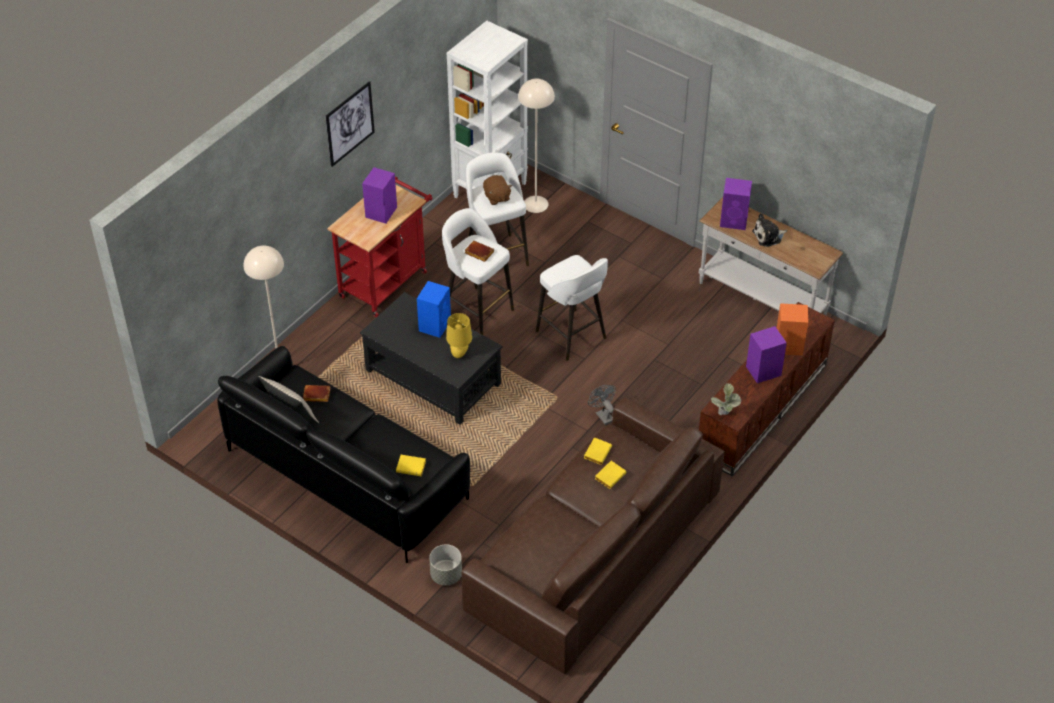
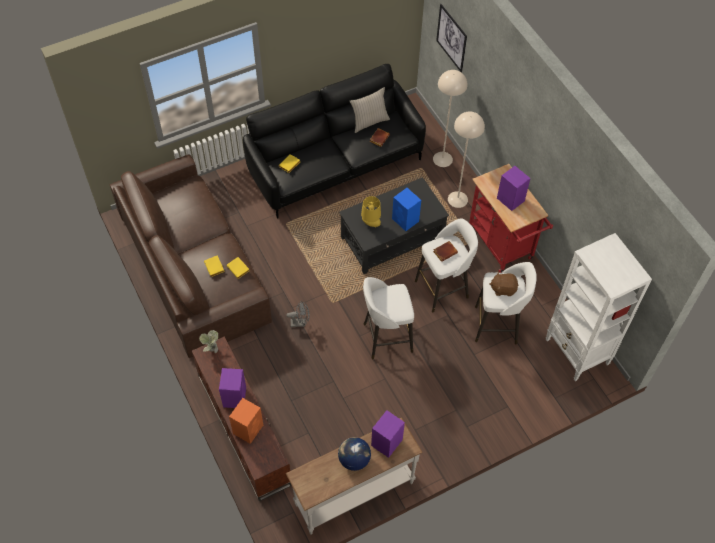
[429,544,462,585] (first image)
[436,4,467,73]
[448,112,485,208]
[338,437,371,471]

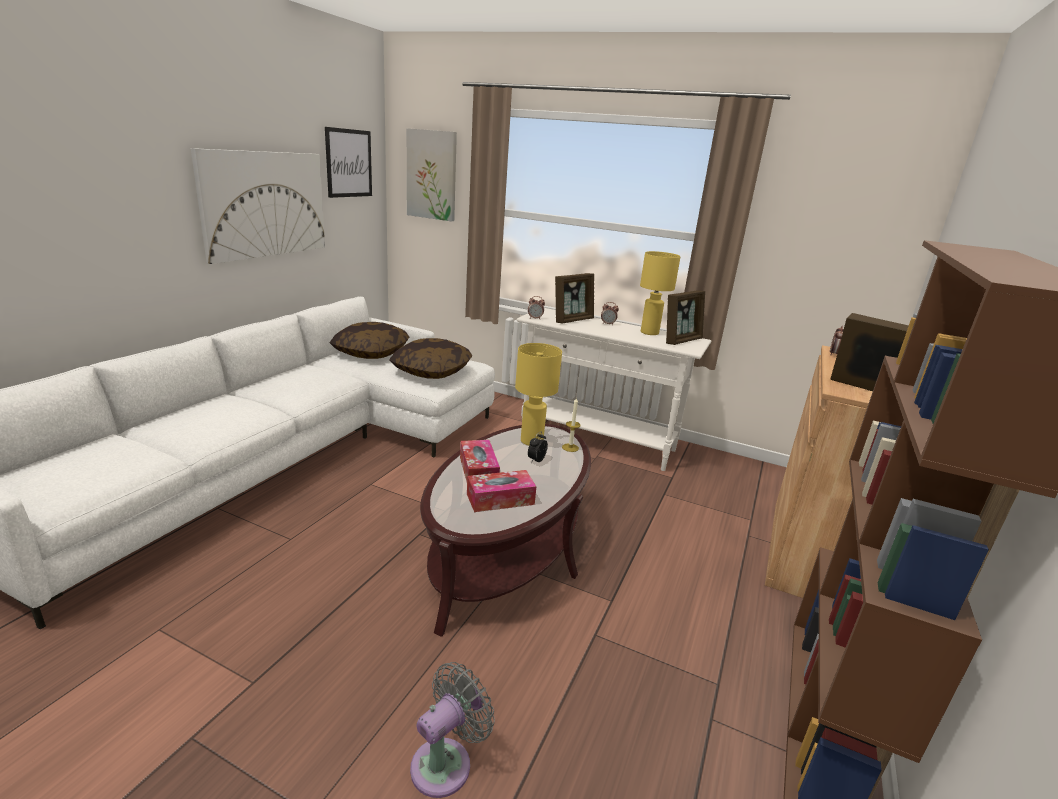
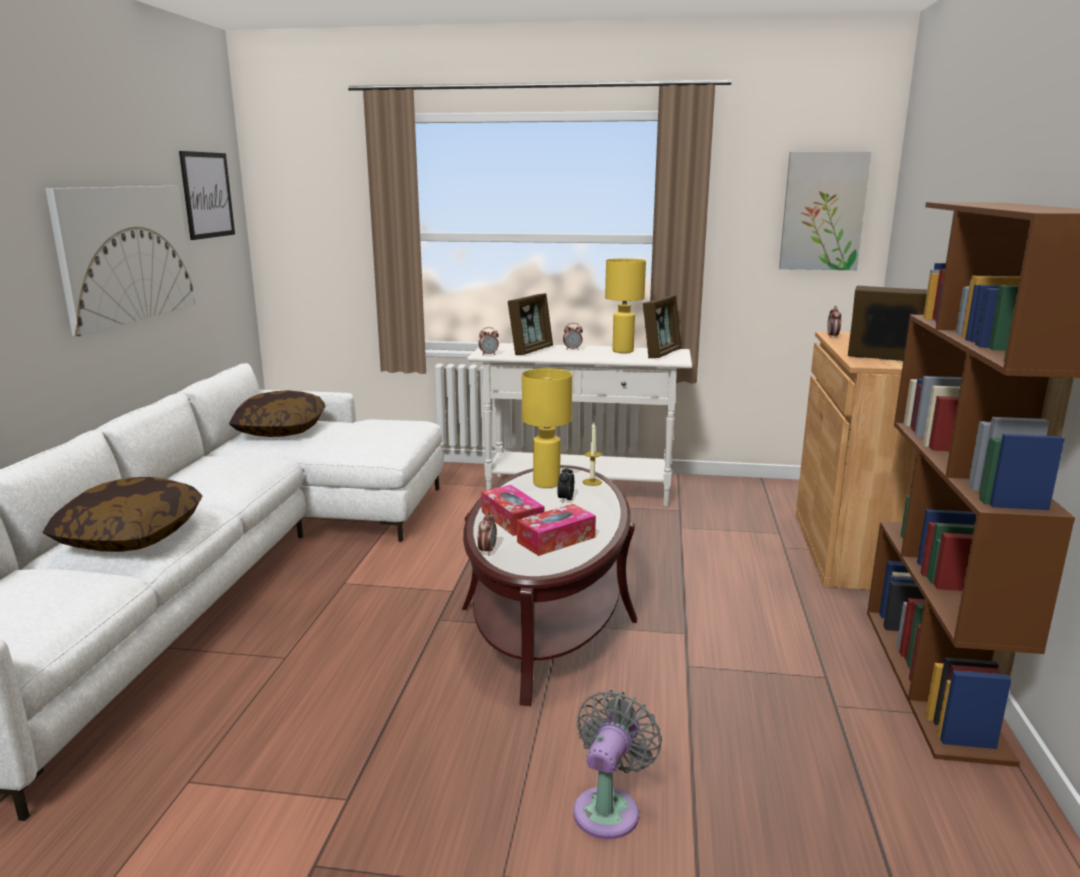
[478,511,497,556]
[43,477,202,552]
[779,152,871,270]

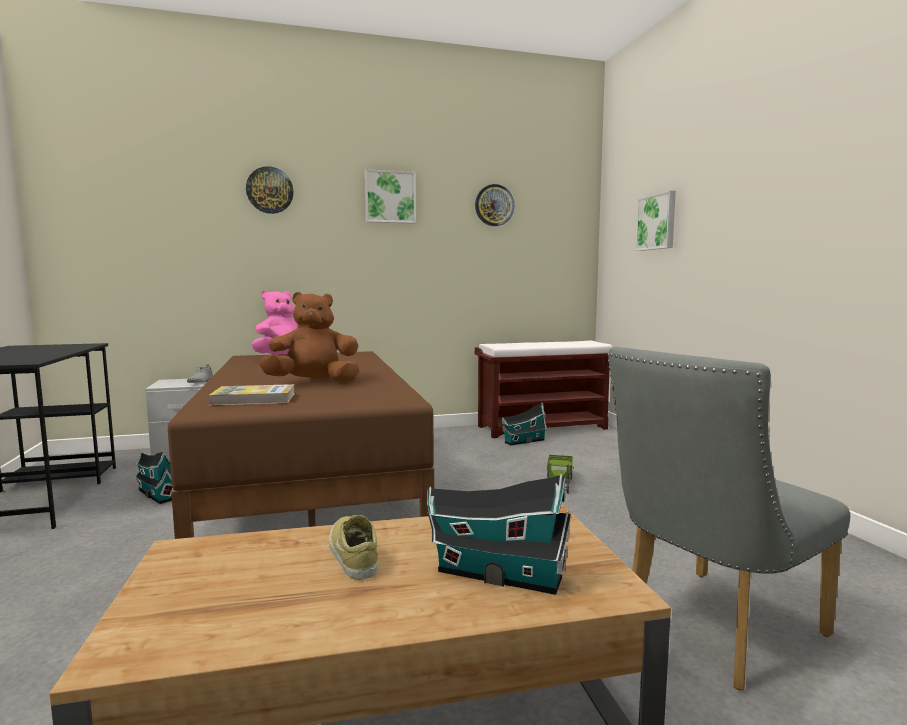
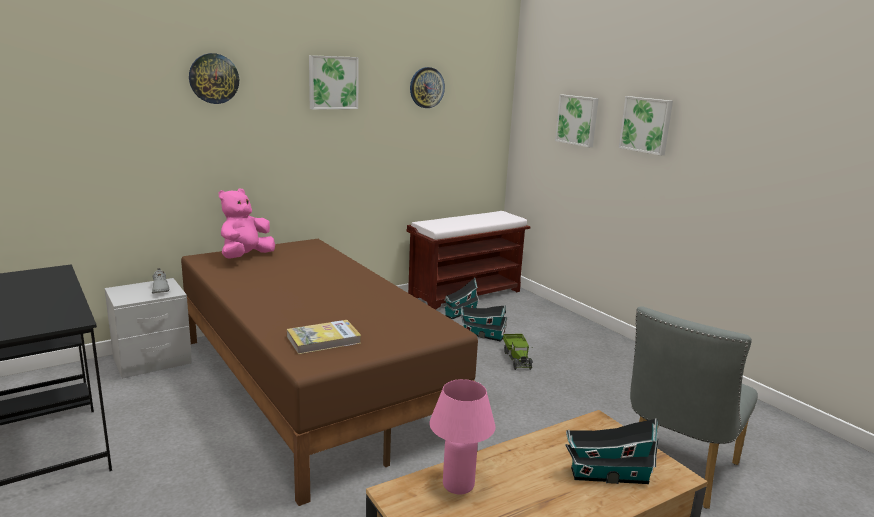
[259,292,360,382] (first image)
[329,515,378,580] (first image)
[429,379,495,494]
[619,96,673,156]
[461,306,507,342]

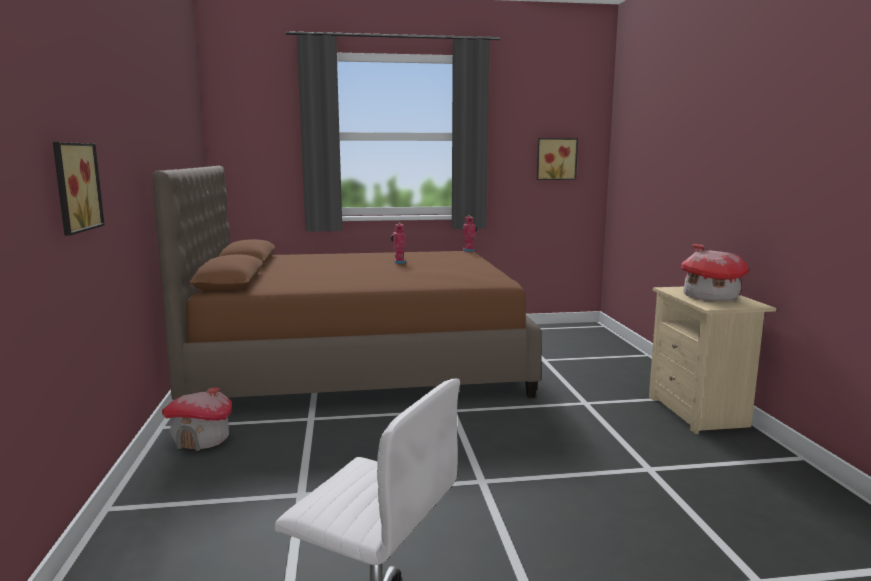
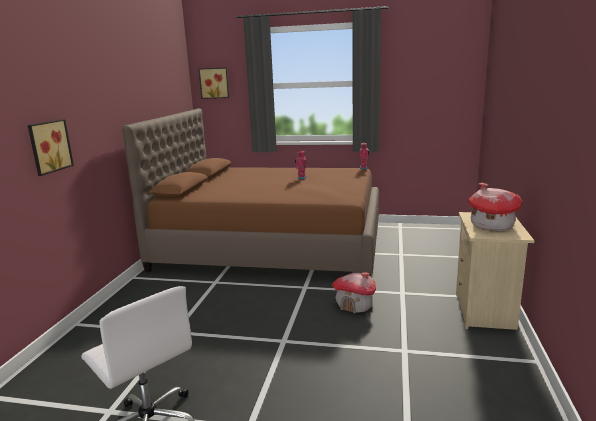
[332,272,376,314]
[199,68,229,99]

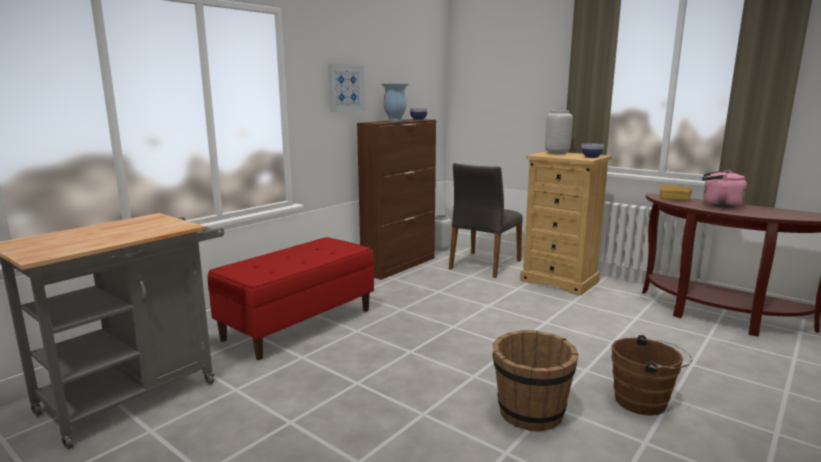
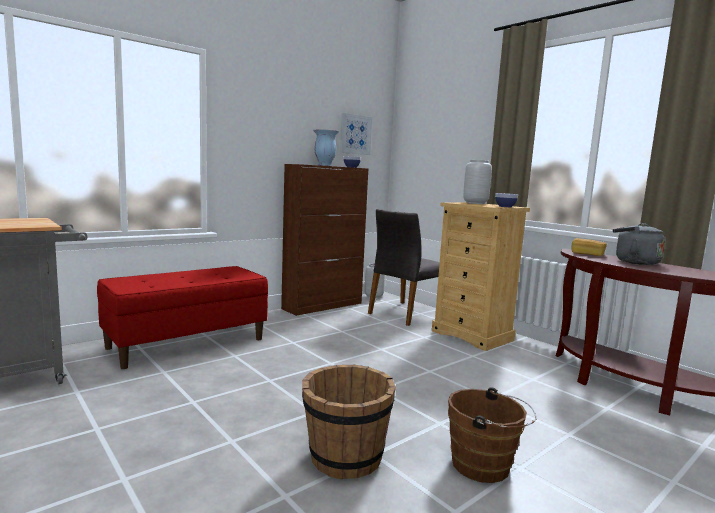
[340,113,372,155]
[613,223,665,265]

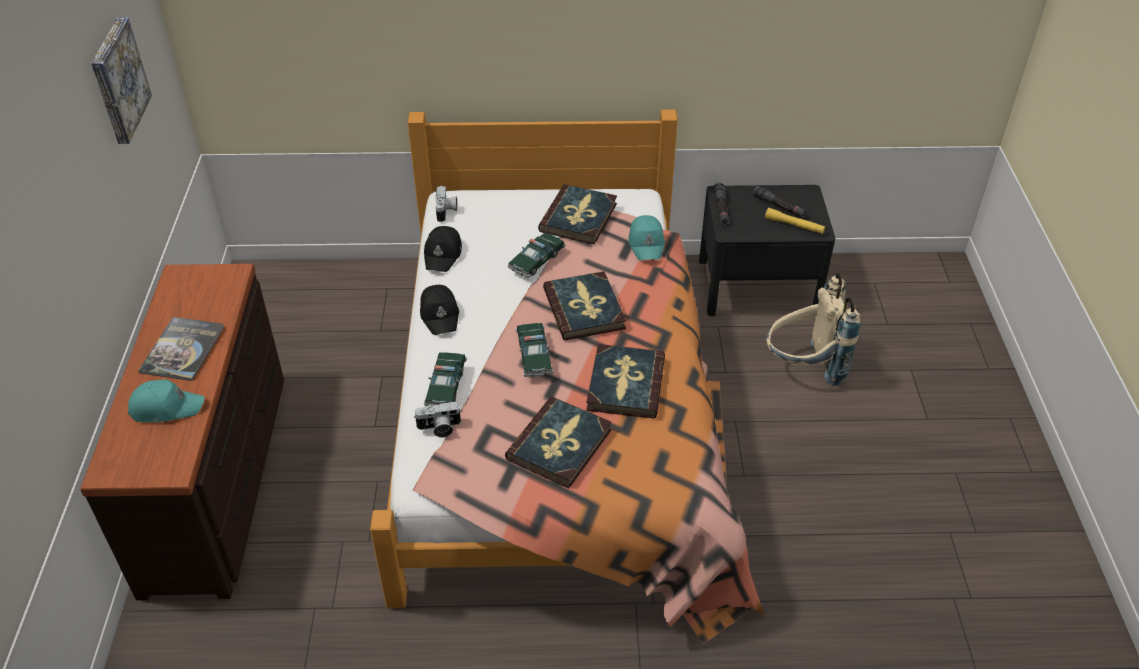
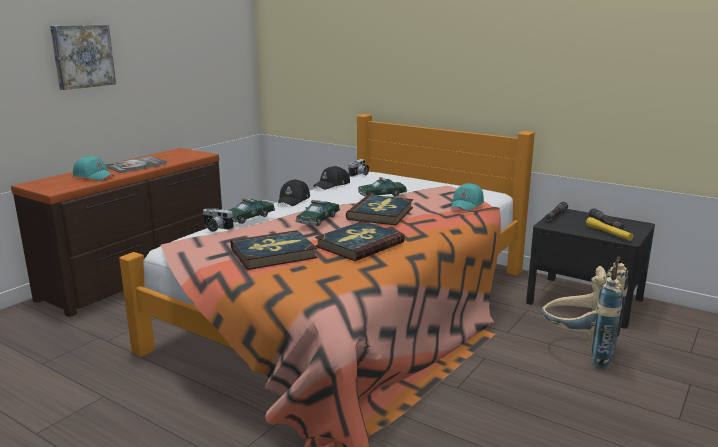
[538,184,617,245] (first image)
[50,25,116,90]

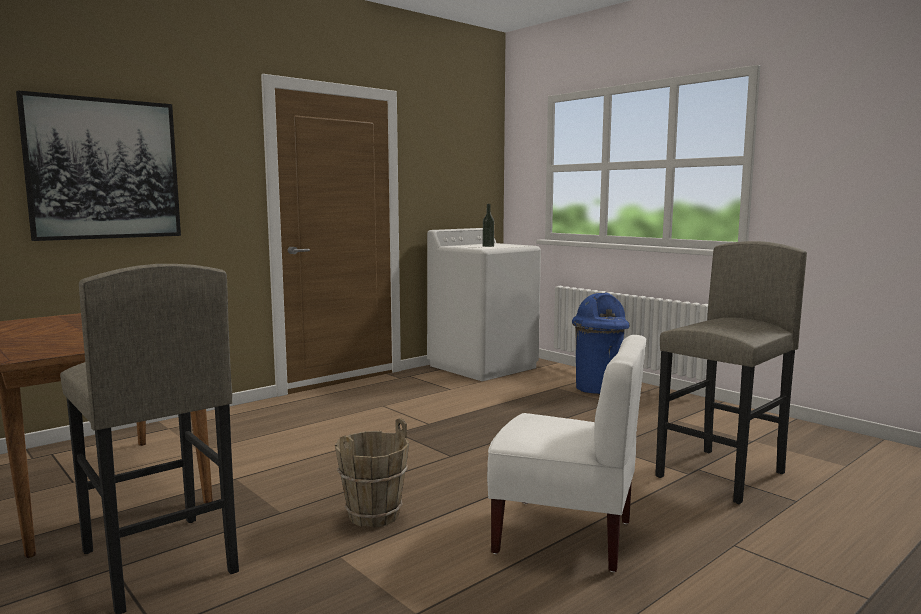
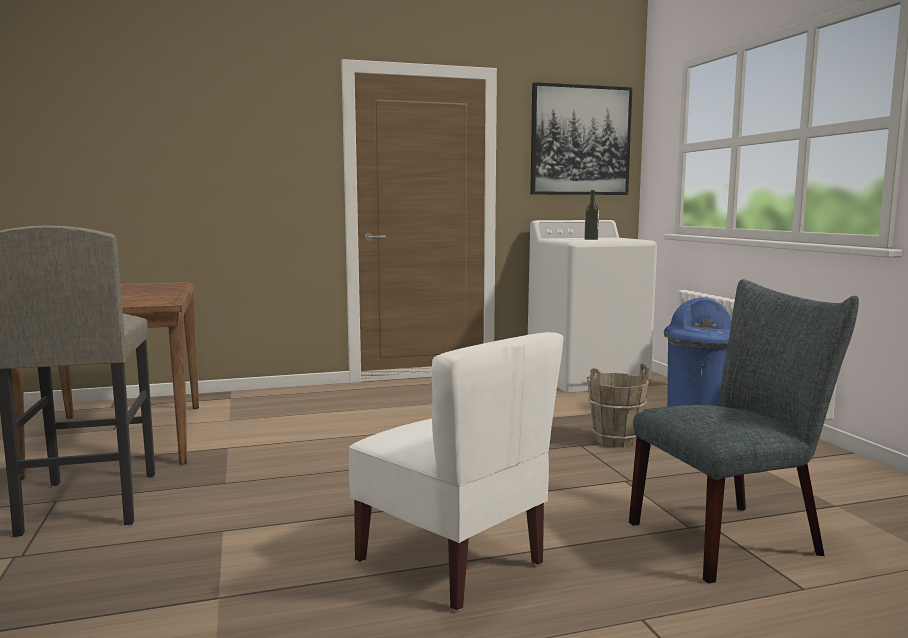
[530,82,632,195]
[587,363,649,448]
[629,279,859,584]

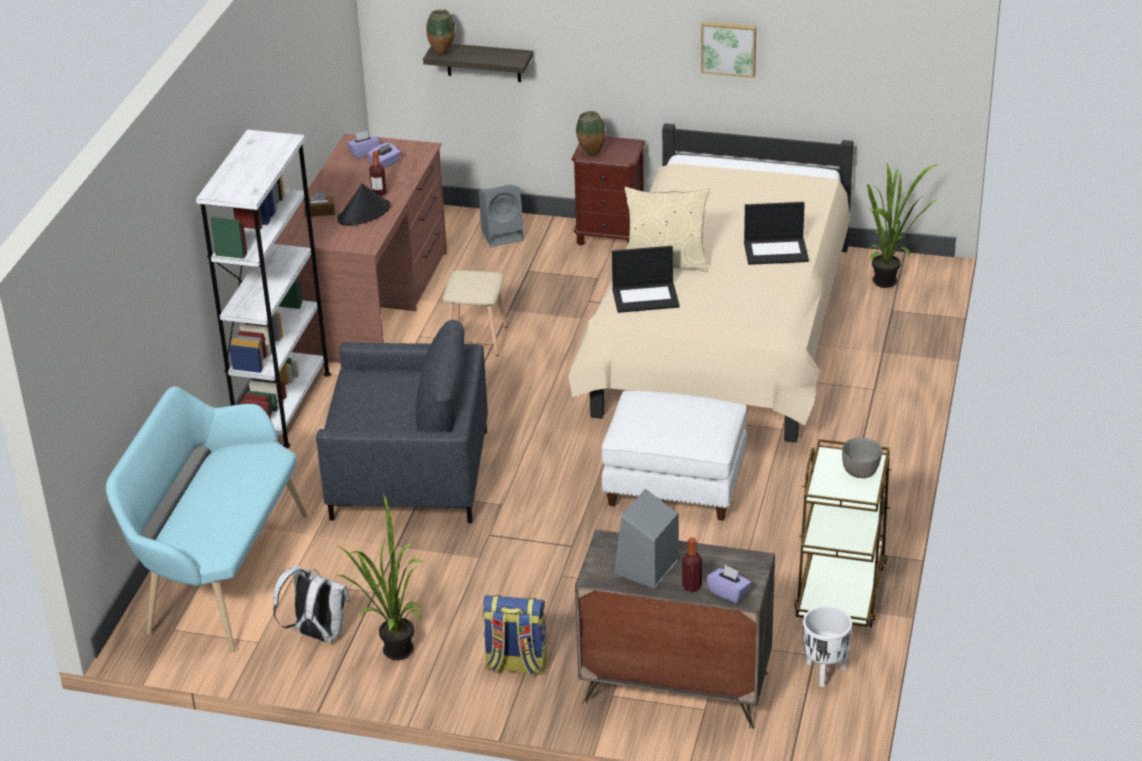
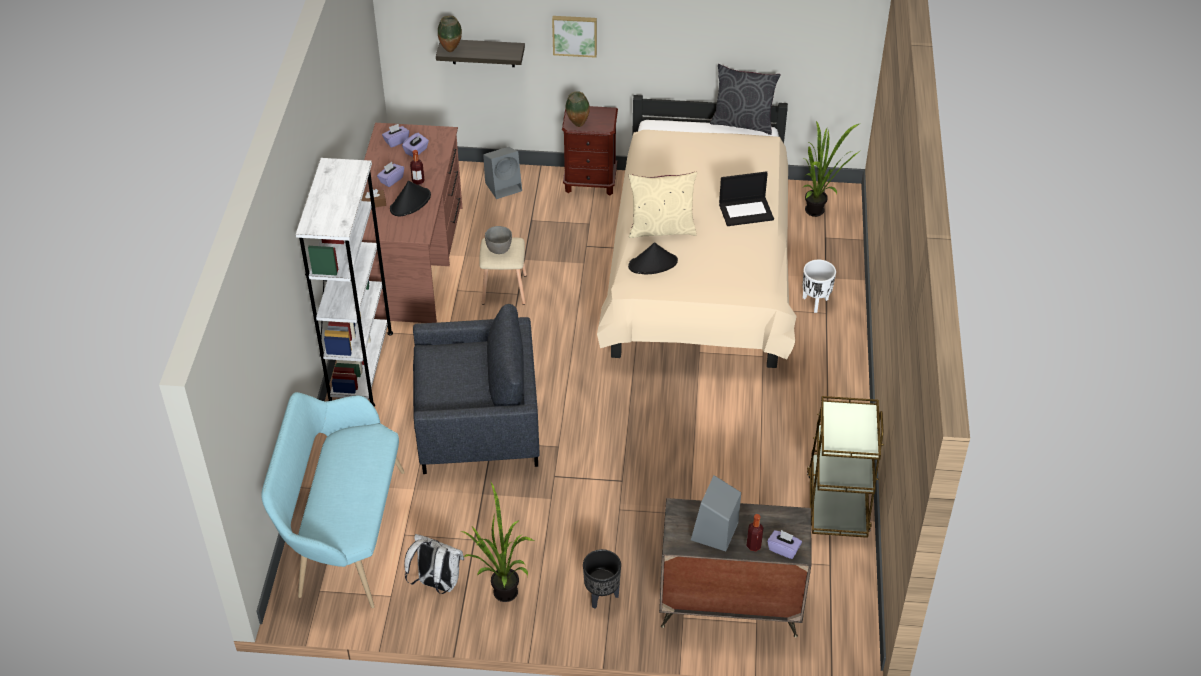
[602,391,747,521] (first image)
[377,162,404,187]
[710,64,781,135]
[552,16,597,58]
[803,260,836,313]
[485,226,512,254]
[583,549,621,609]
[628,242,678,274]

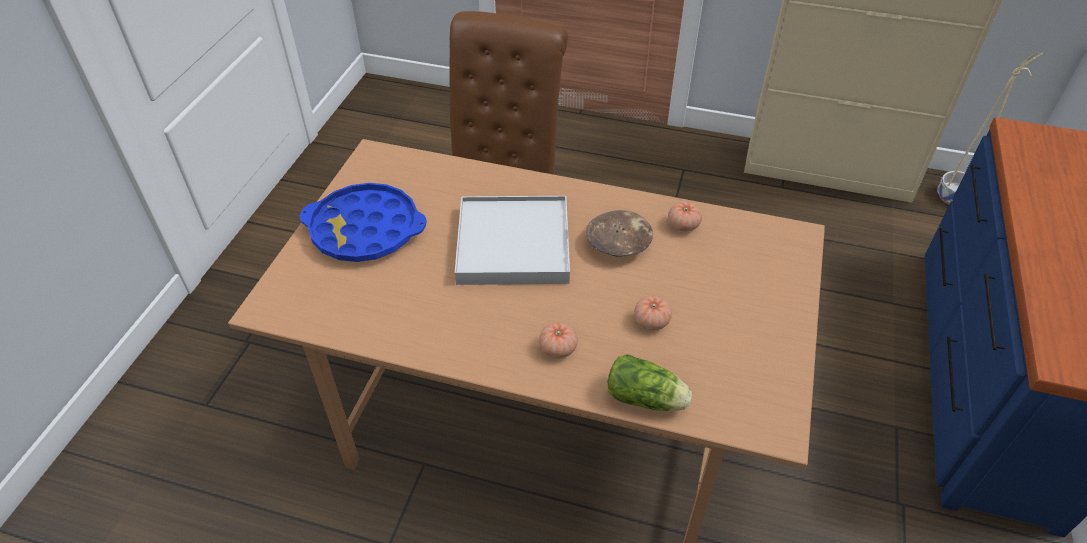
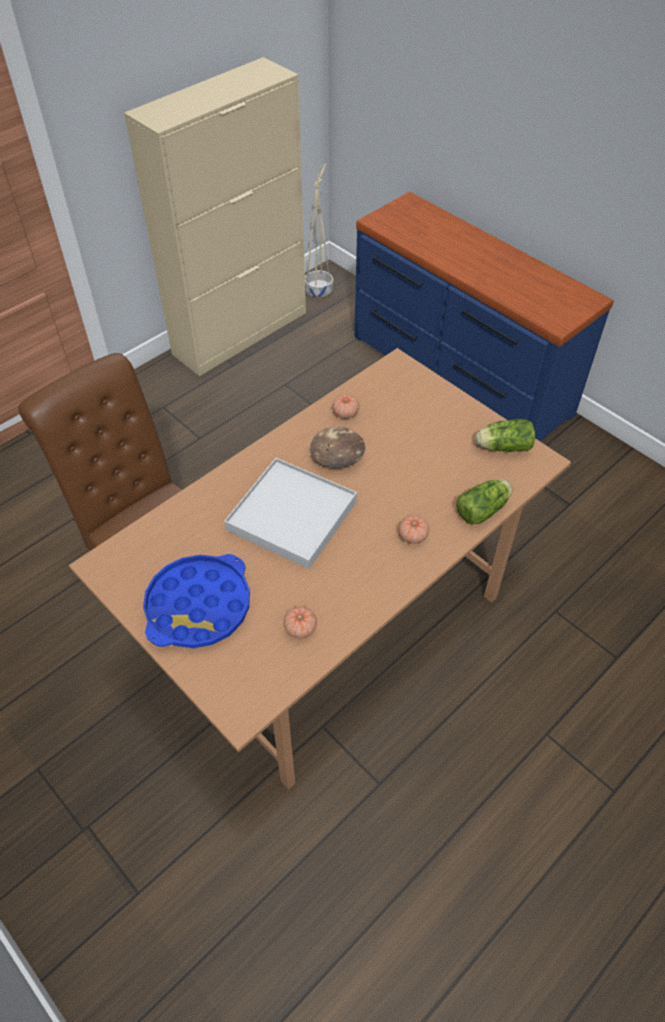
[476,419,535,452]
[283,606,317,638]

